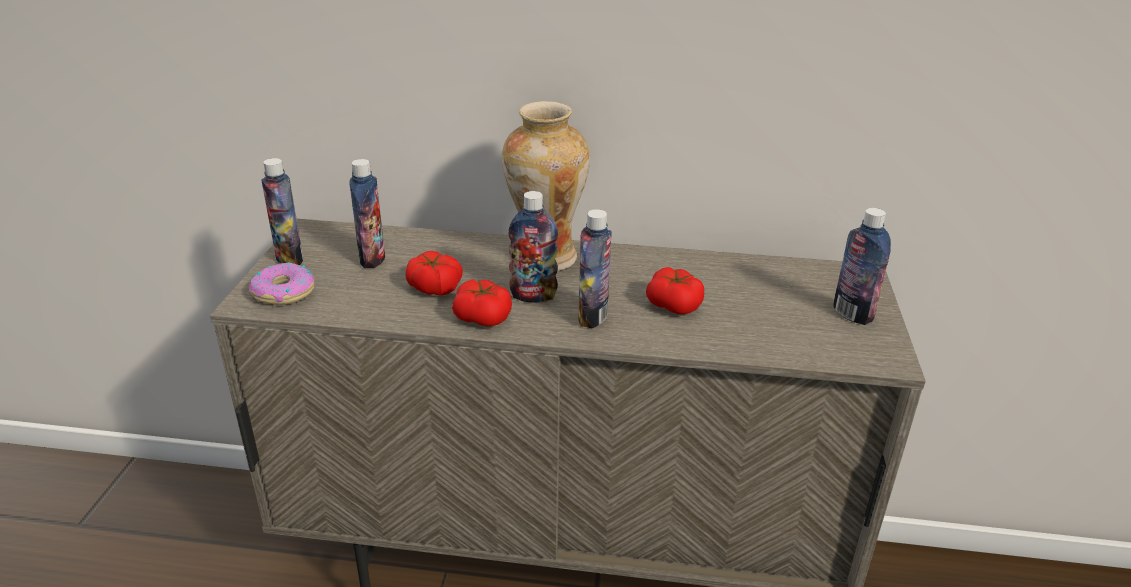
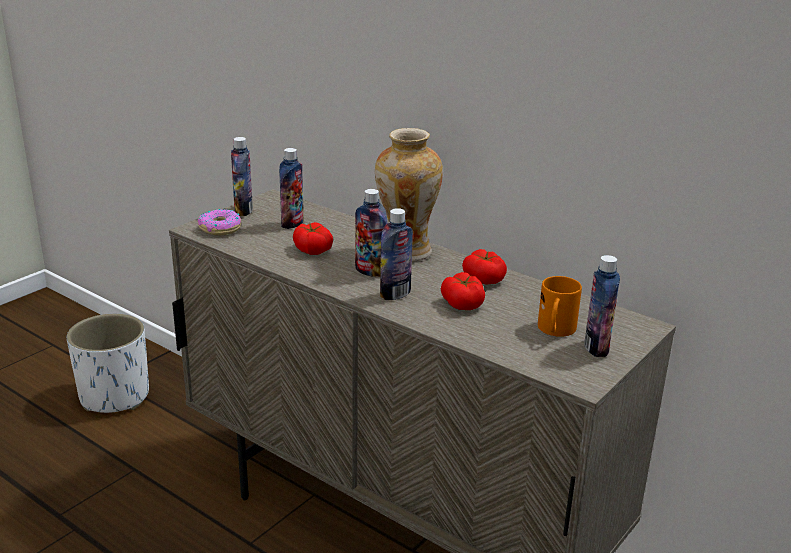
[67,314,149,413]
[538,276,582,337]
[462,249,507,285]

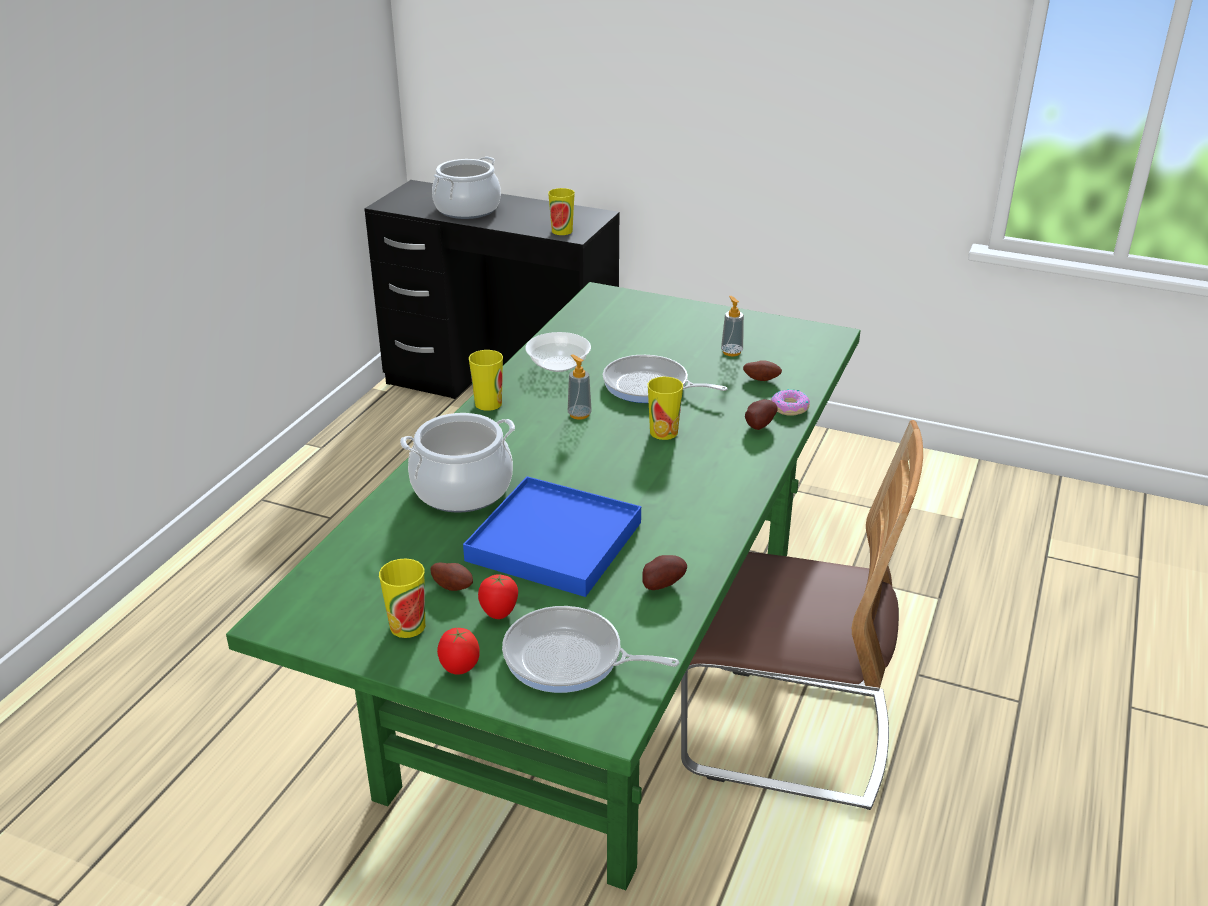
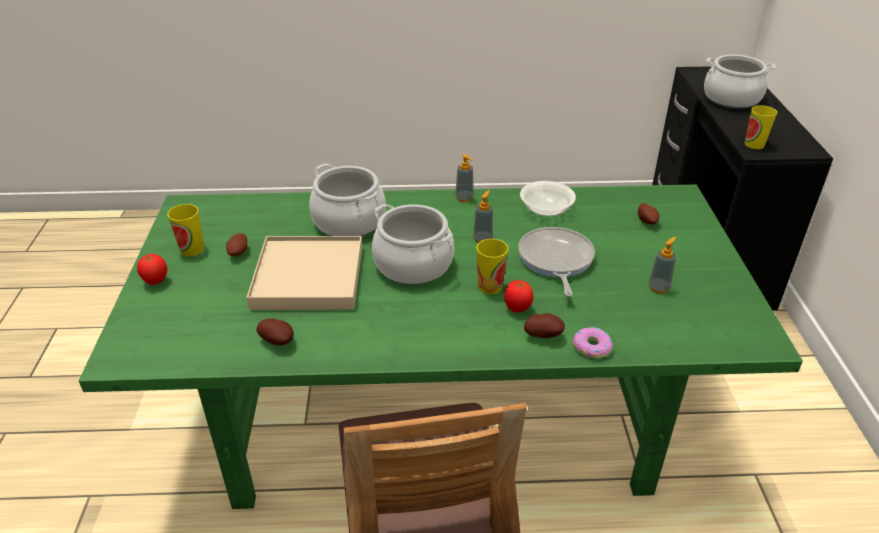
[502,606,679,693] (first image)
[372,204,454,285]
[504,280,533,313]
[638,203,660,224]
[455,154,474,202]
[247,236,362,310]

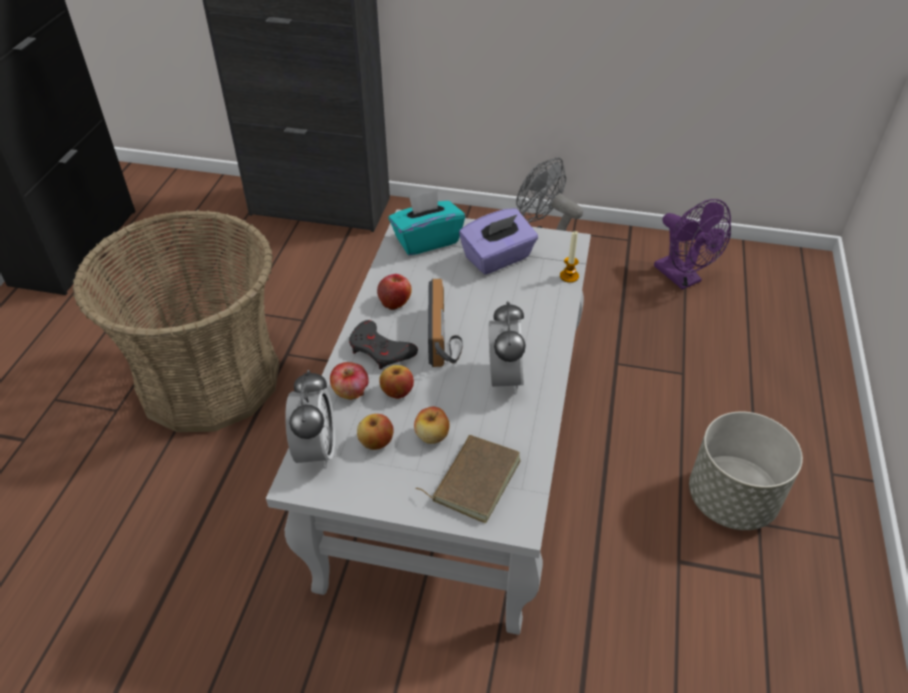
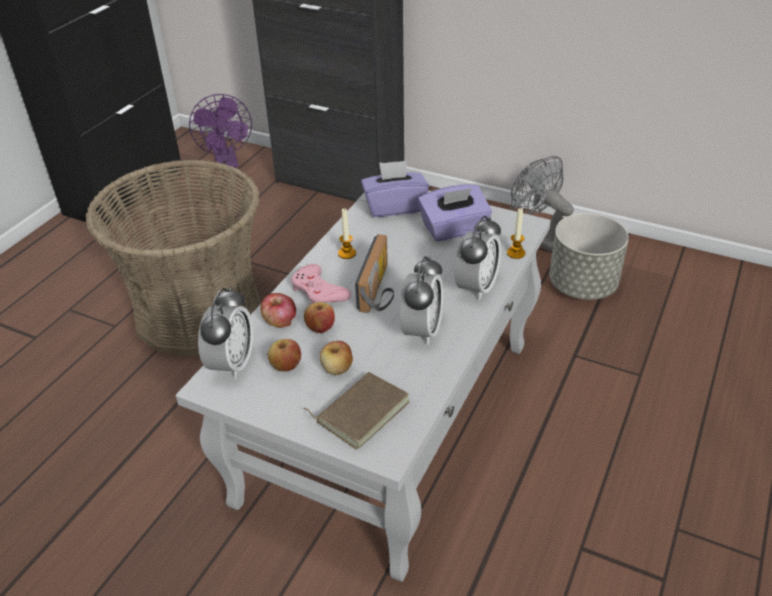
[454,215,501,300]
[189,94,252,168]
[549,213,629,300]
[338,208,356,259]
[291,264,351,304]
[361,160,429,217]

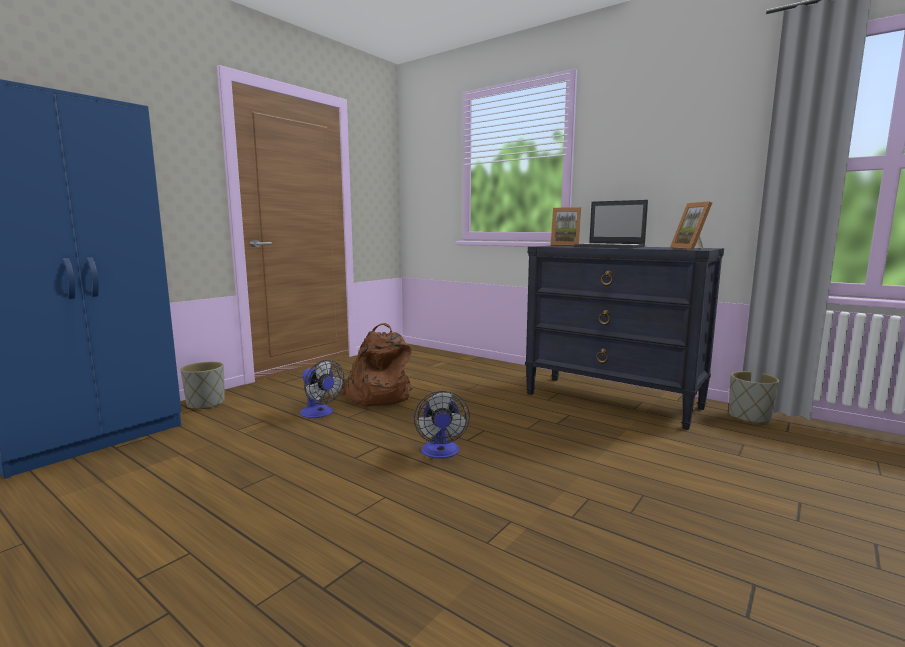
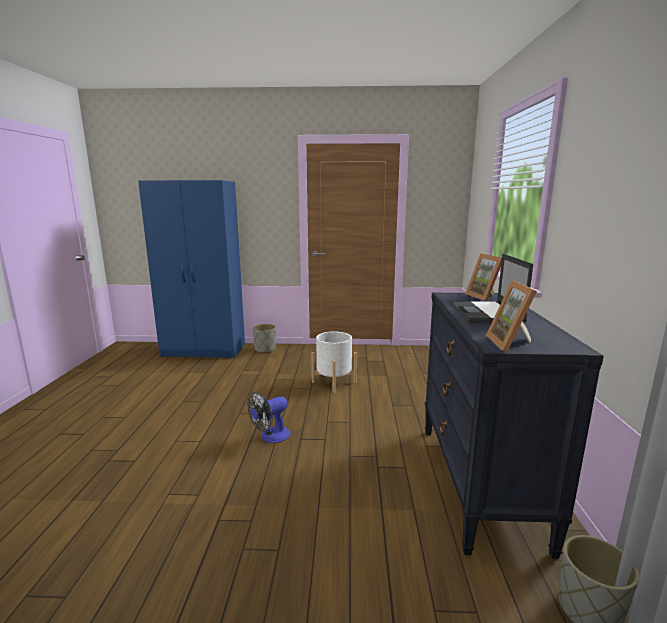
[300,360,344,418] (first image)
[311,332,357,393]
[486,280,537,352]

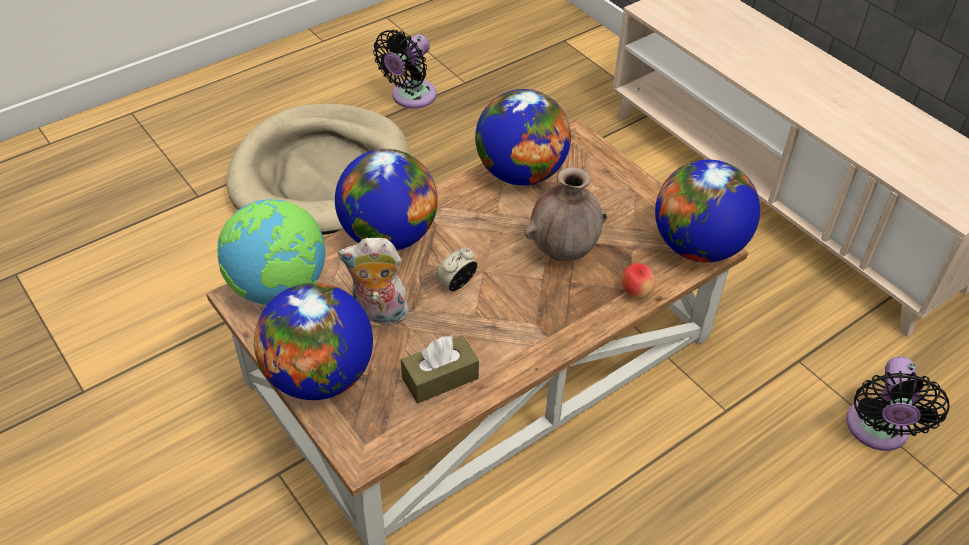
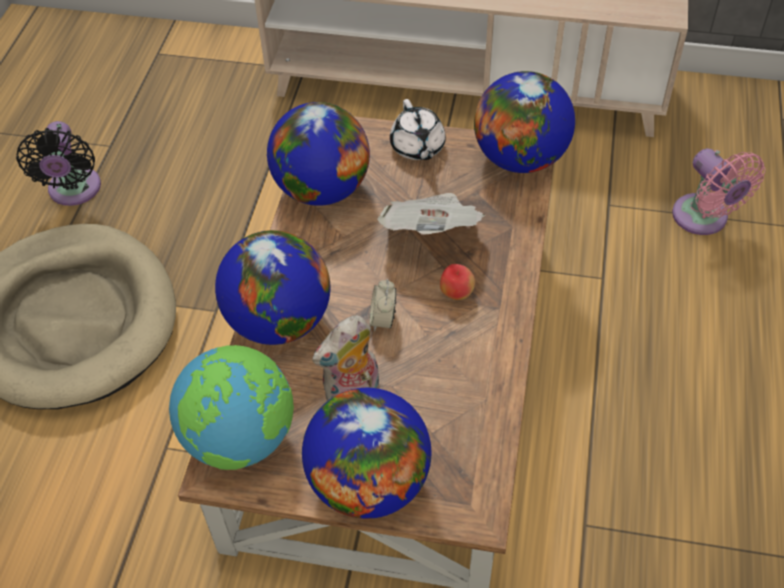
[401,335,479,403] (first image)
[390,99,446,160]
[440,264,475,300]
[378,193,486,235]
[672,148,765,235]

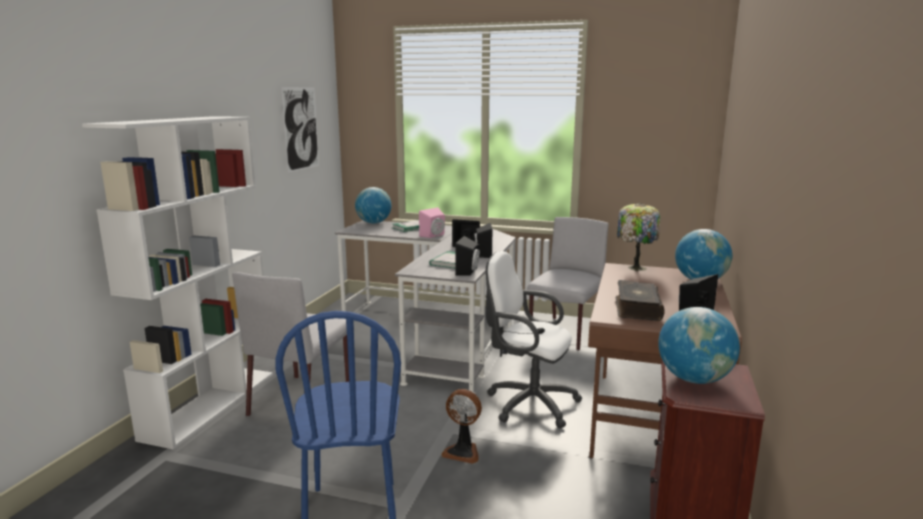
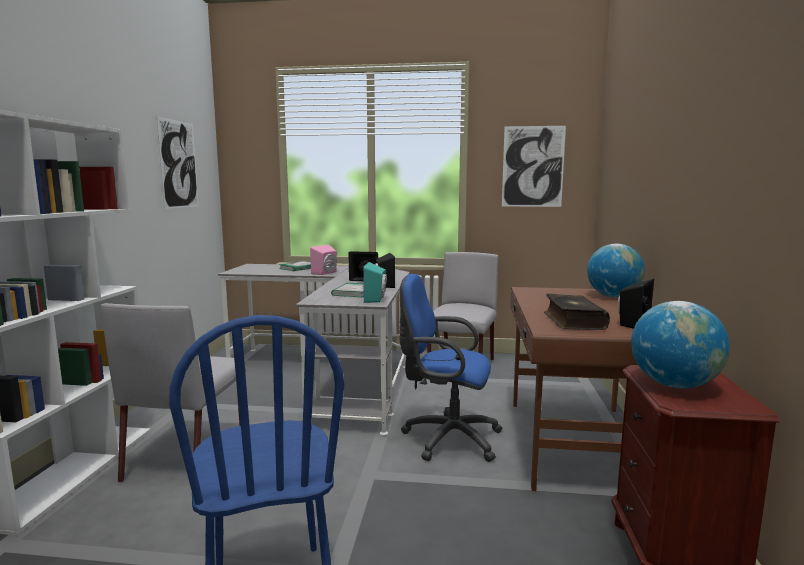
[355,187,392,224] (first image)
[441,389,482,464] (first image)
[617,203,660,271] (first image)
[502,126,566,207]
[363,262,387,303]
[399,274,503,462]

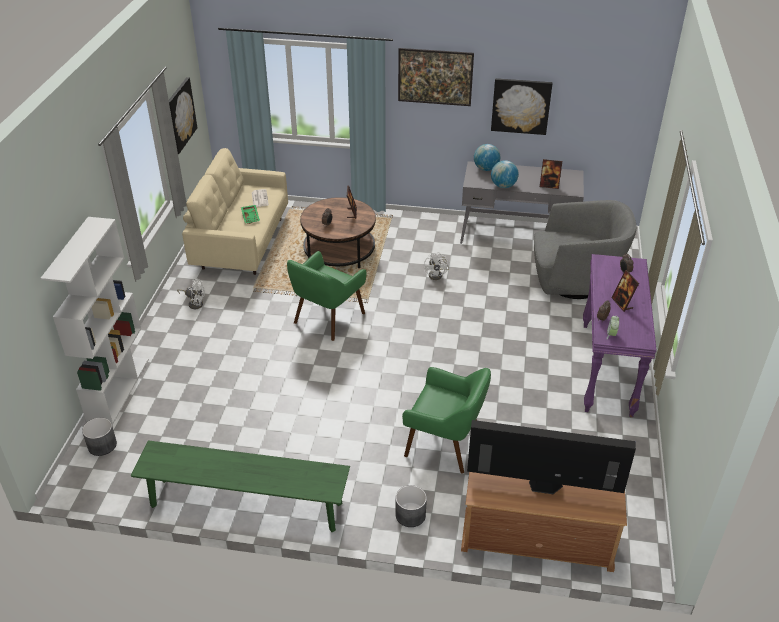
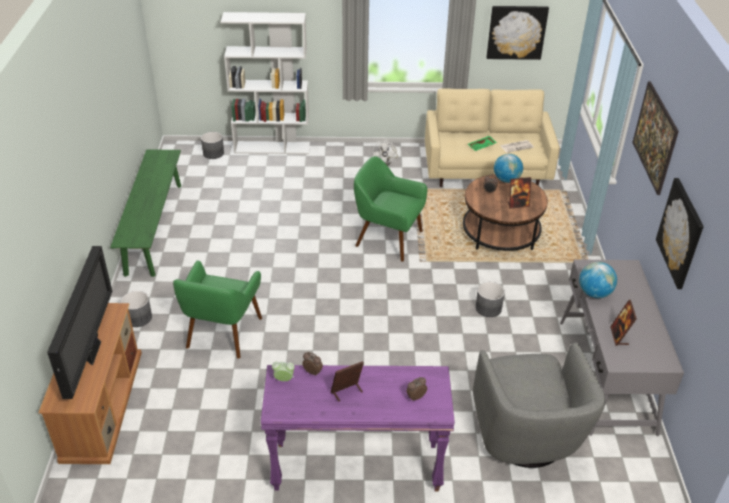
[494,154,523,183]
[475,282,505,317]

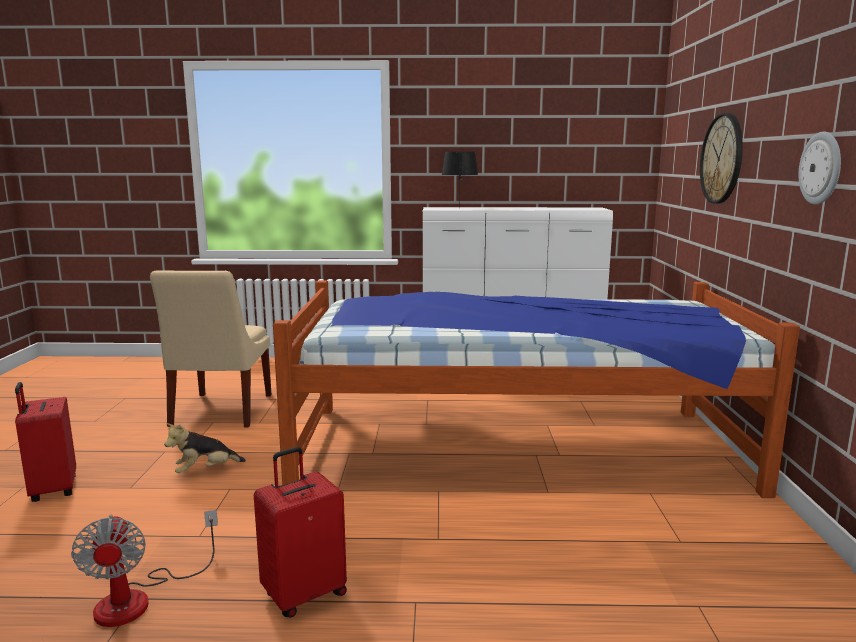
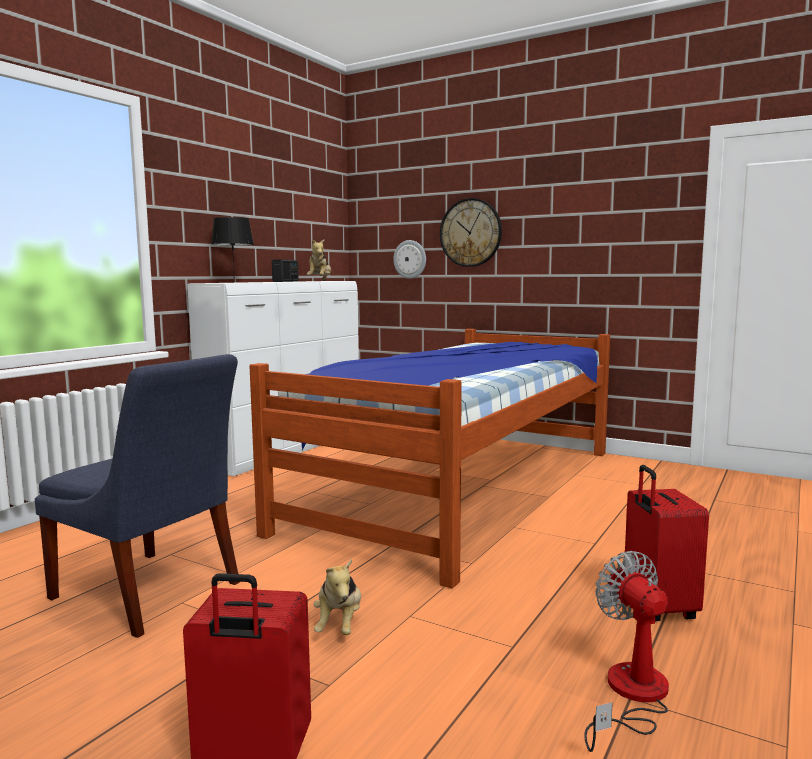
[272,259,299,282]
[307,239,331,281]
[393,240,426,279]
[35,354,240,638]
[585,551,669,752]

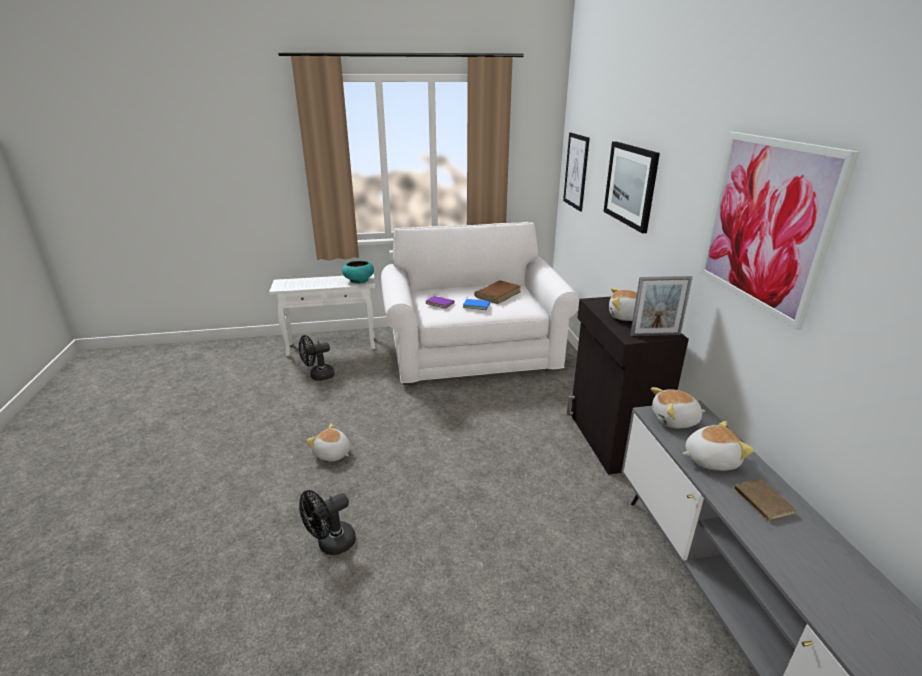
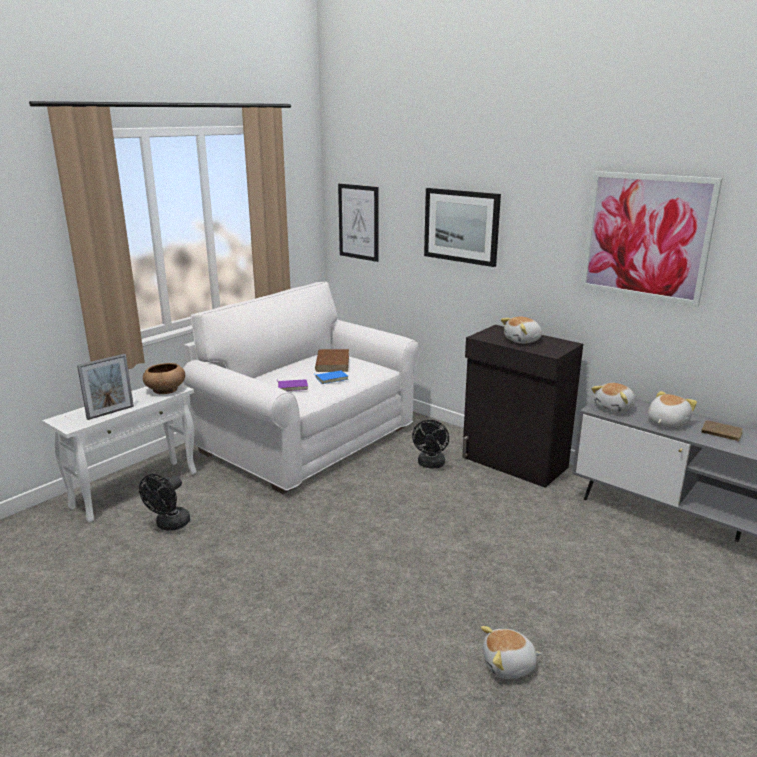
[412,420,449,468]
[481,626,542,679]
[77,354,134,420]
[143,363,185,394]

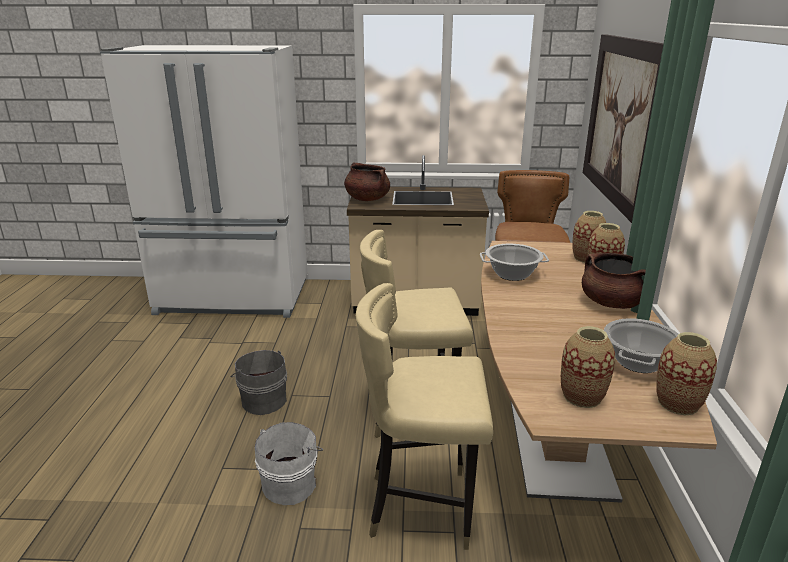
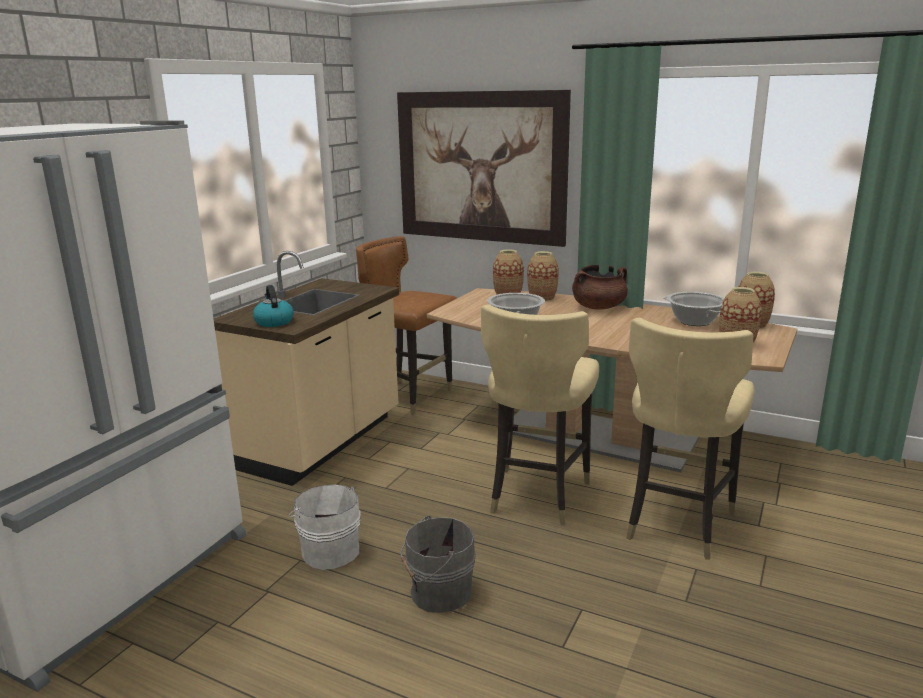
[289,484,360,570]
[253,285,294,327]

